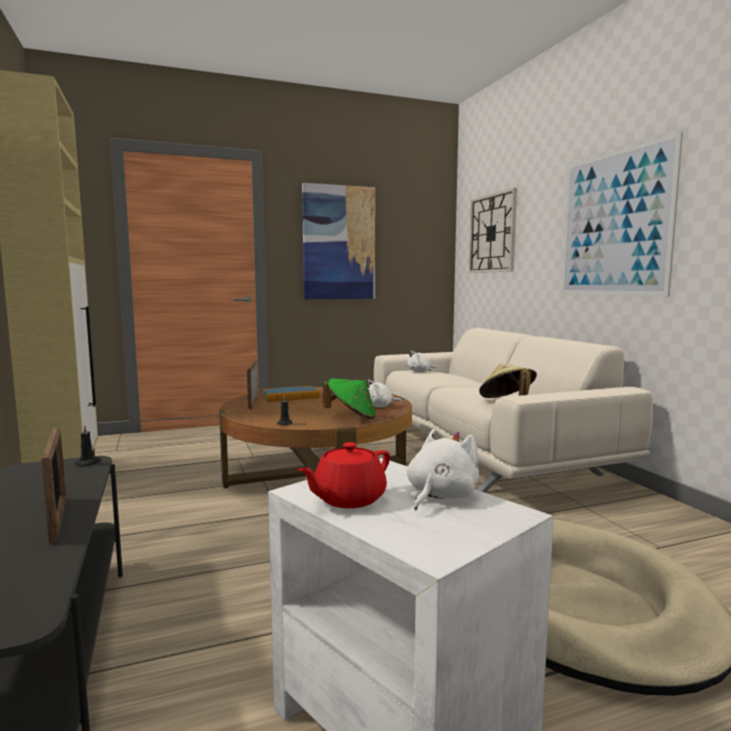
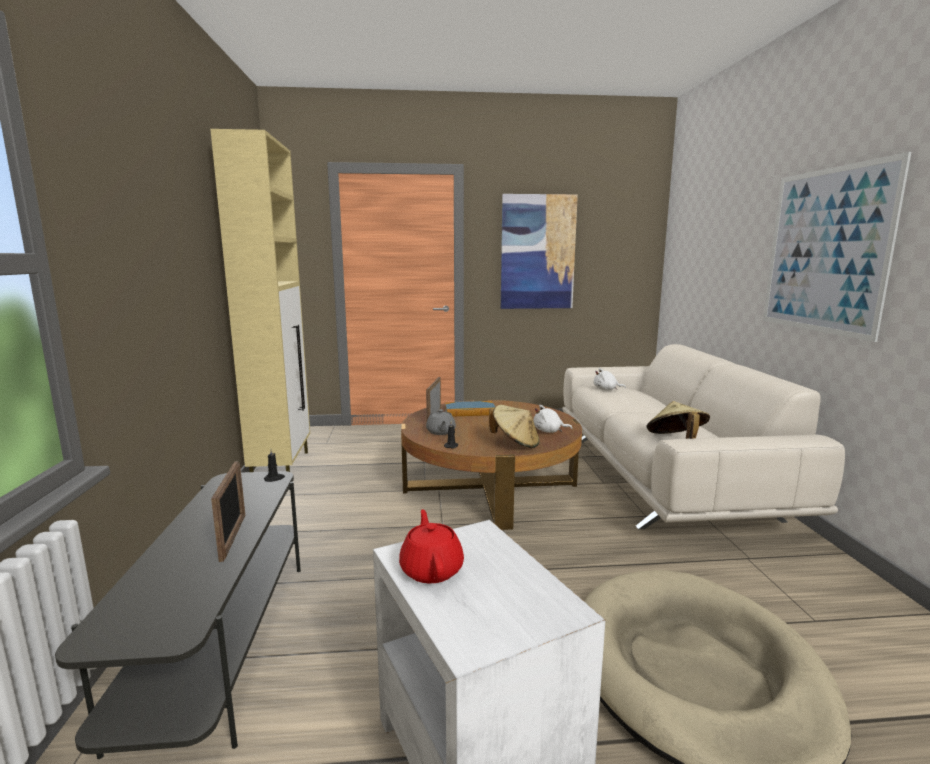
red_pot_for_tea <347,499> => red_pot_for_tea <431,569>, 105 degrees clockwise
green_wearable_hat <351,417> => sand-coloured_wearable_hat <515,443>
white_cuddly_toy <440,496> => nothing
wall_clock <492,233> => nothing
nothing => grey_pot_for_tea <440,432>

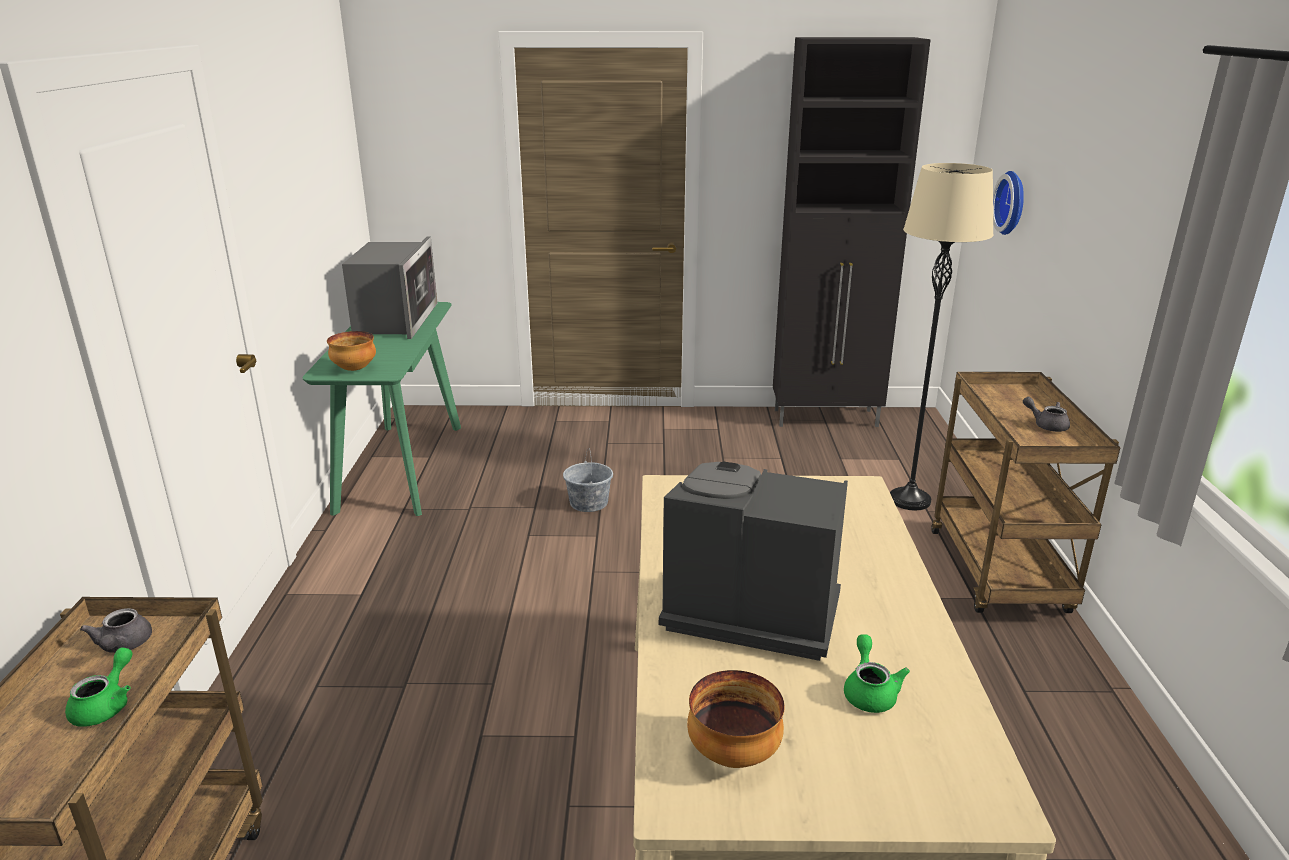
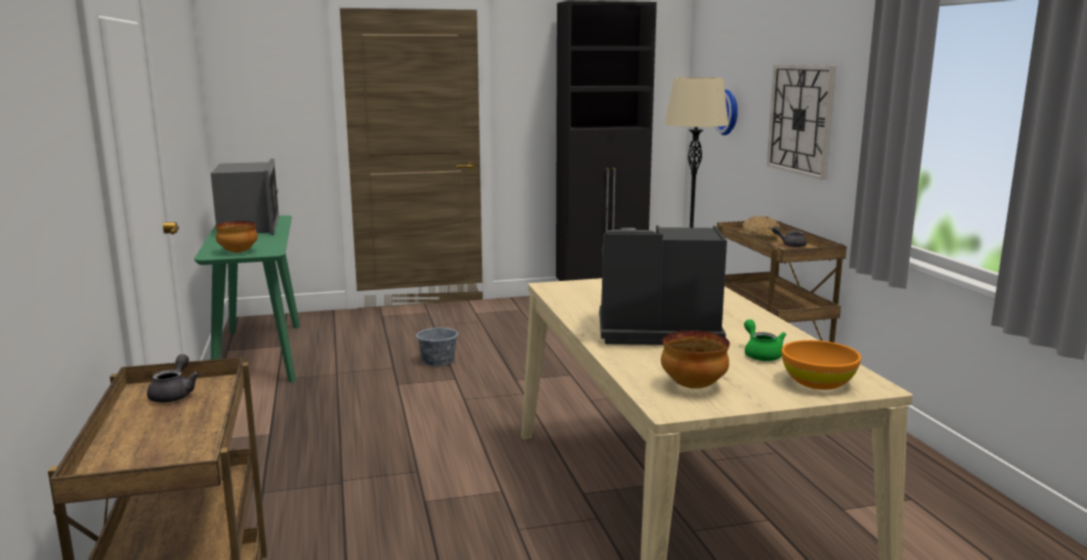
green_pot_for_tea <106,705> => nothing
grey_pot_for_tea <123,646> => grey_pot_for_tea <174,394>, 150 degrees counterclockwise
nothing => bread <761,237>
nothing => wall_clock <800,119>
nothing => orangey_deep_dish <818,382>

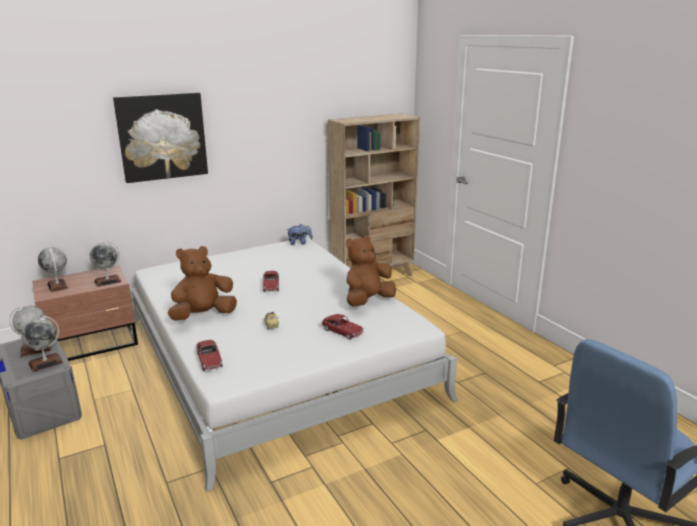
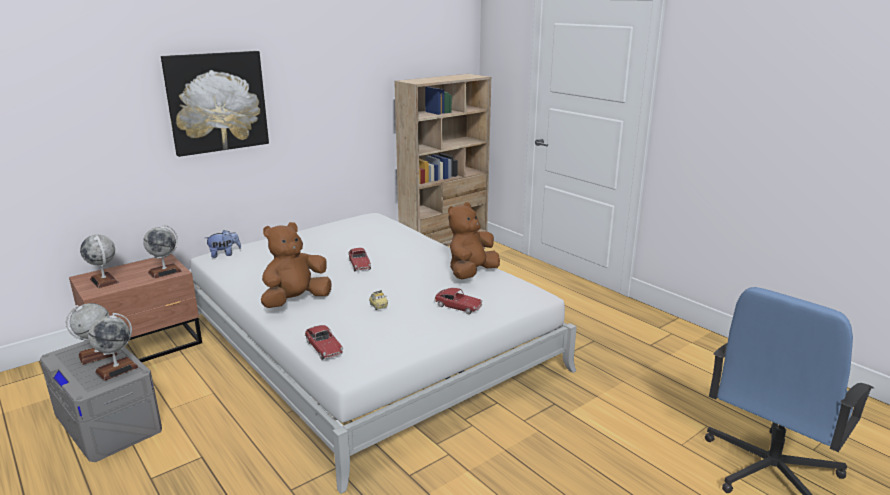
cuddly_toy <299,243> => cuddly_toy <224,254>, relocated

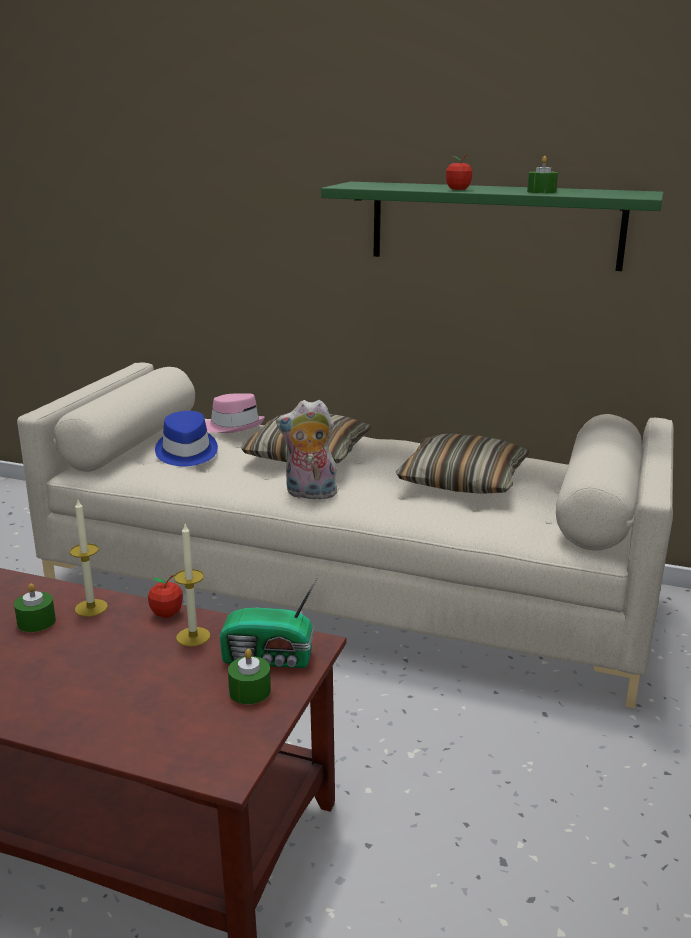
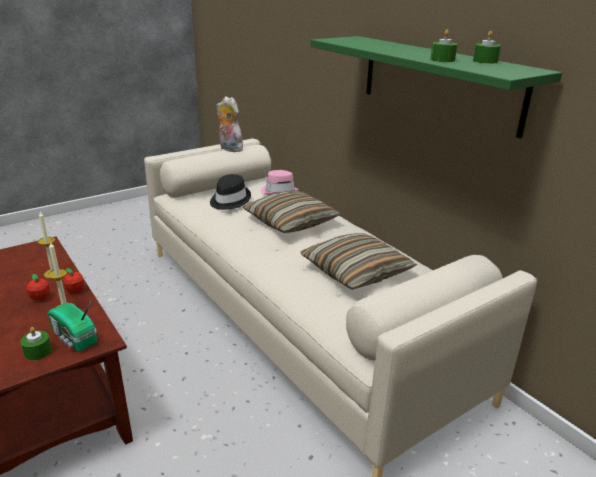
green_wax_light <36,622> => green_wax_light <485,61>, relocated
bluish_wearable_hat <186,452> => black_wearable_hat <229,200>
cuddly_toy <309,494> => cuddly_toy <229,149>, relocated
whole_apple <458,189> => whole_apple <40,298>, relocated

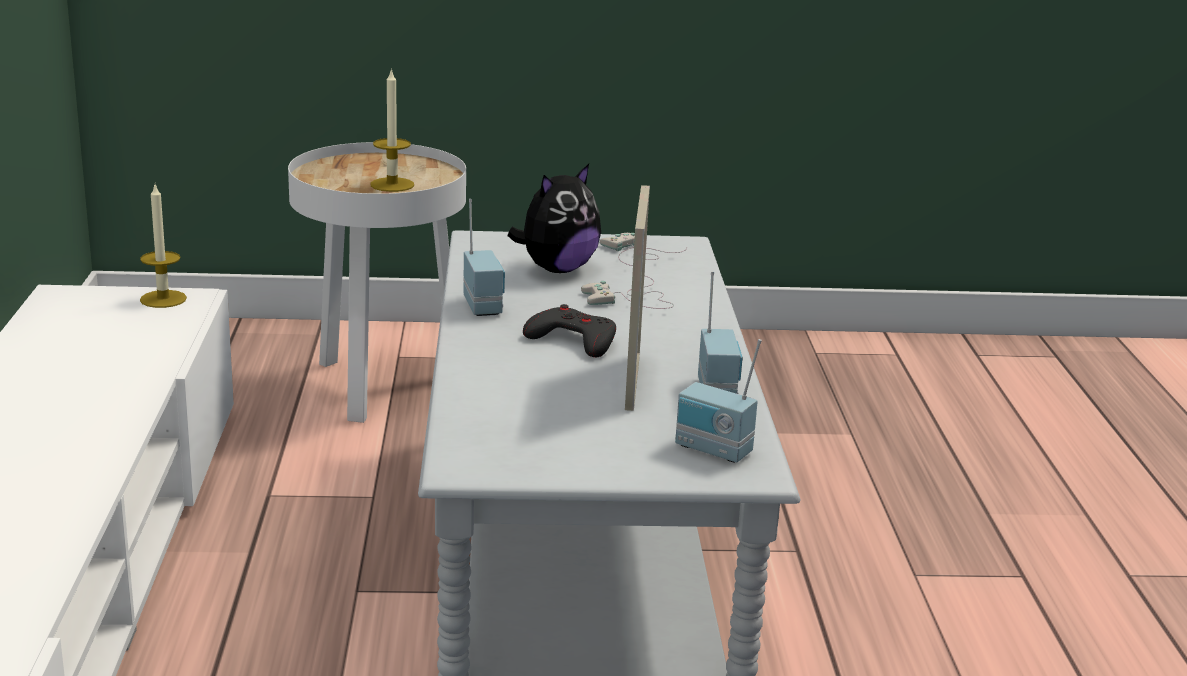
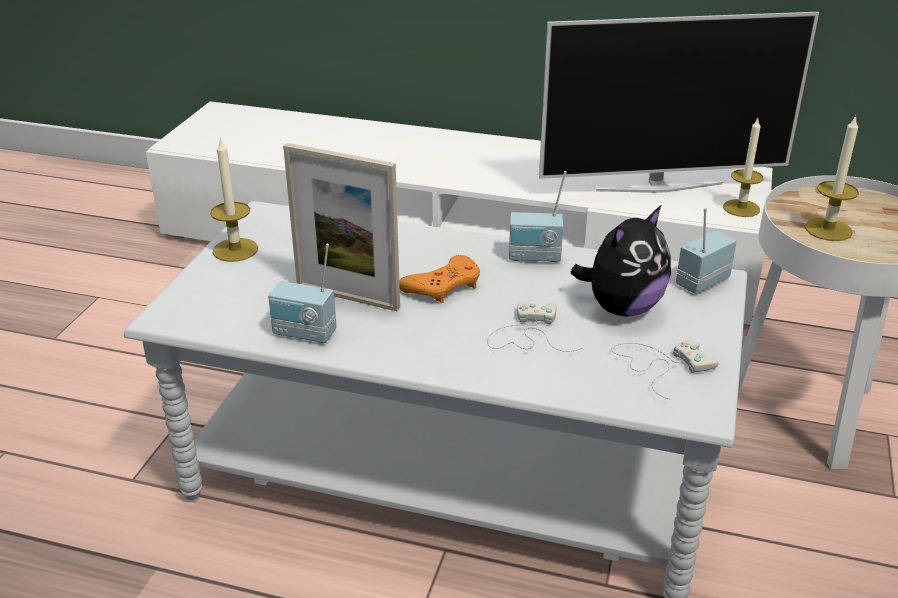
cuddly_toy <557,269> => cuddly_toy <622,308>, 105 degrees counterclockwise
grey_joypad <573,340> => orangey_joypad <443,286>
radio_set <712,451> => radio_set <700,281>, relocated
nothing => wax_light <235,250>
nothing => television <658,186>

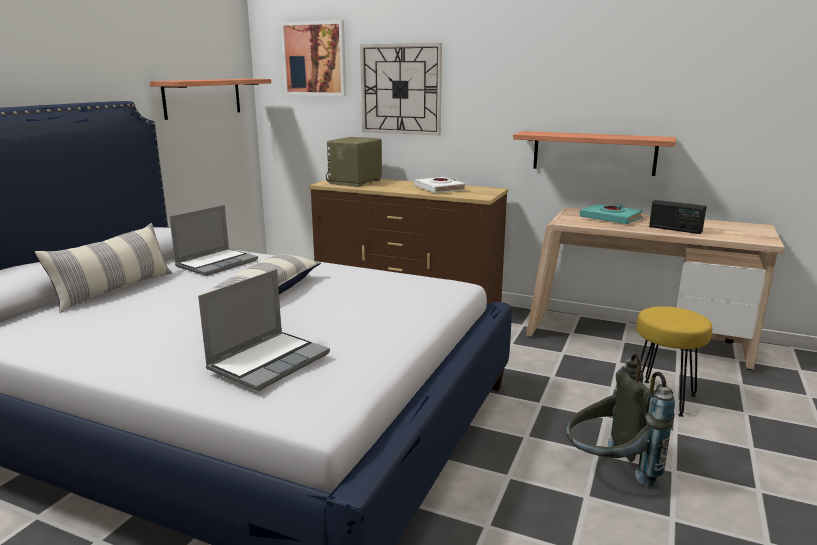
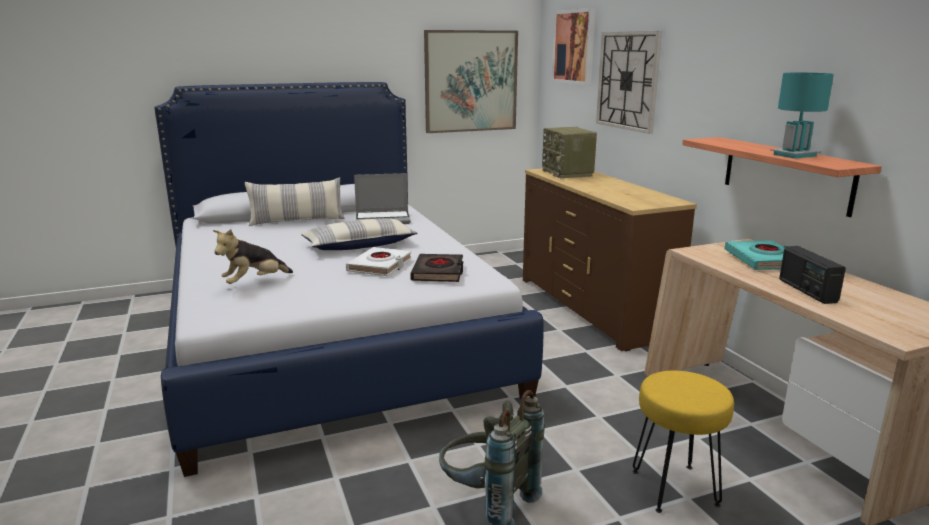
bracket_shelf <203,97> => wall_picture <471,81>
portable_computer <269,361> => cuddly_toy <254,282>
radio_set <355,182> => radio_set <568,173>, 90 degrees counterclockwise
white_volume <439,189> => white_volume <380,266>, relocated
nothing => black_volume <438,272>
nothing => turquoise_lamp_for_a_table <794,155>

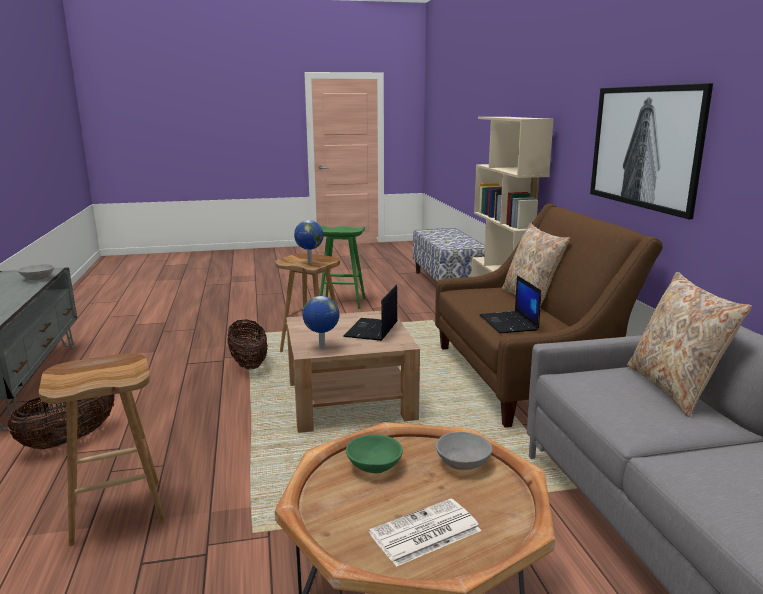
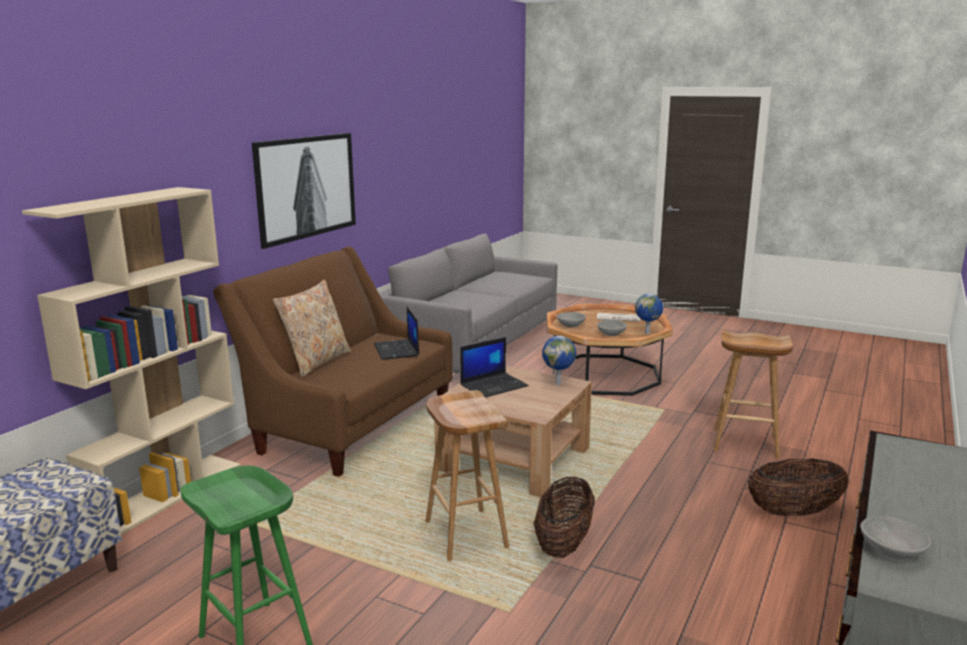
desk_globe <309,262> => desk_globe <648,333>, relocated
green_deep_dish <374,466> => grey_deep_dish <611,334>
portable_computer <509,323> => portable_computer <397,350>, 135 degrees clockwise
sand-coloured_pillow <674,388> => nothing

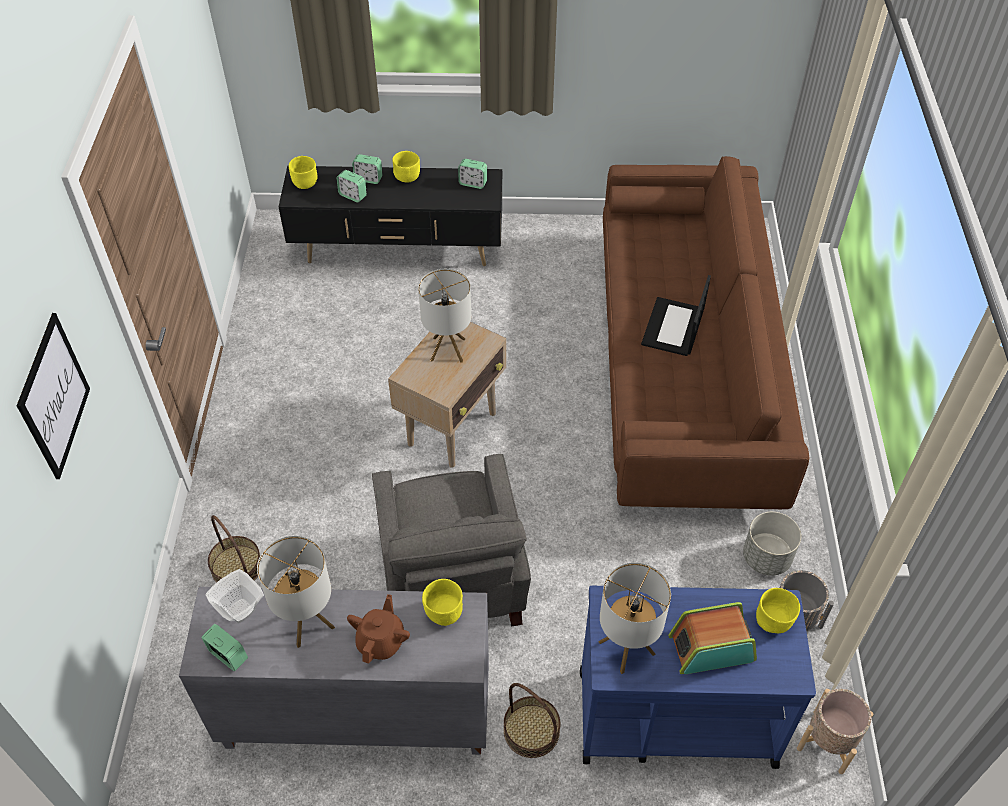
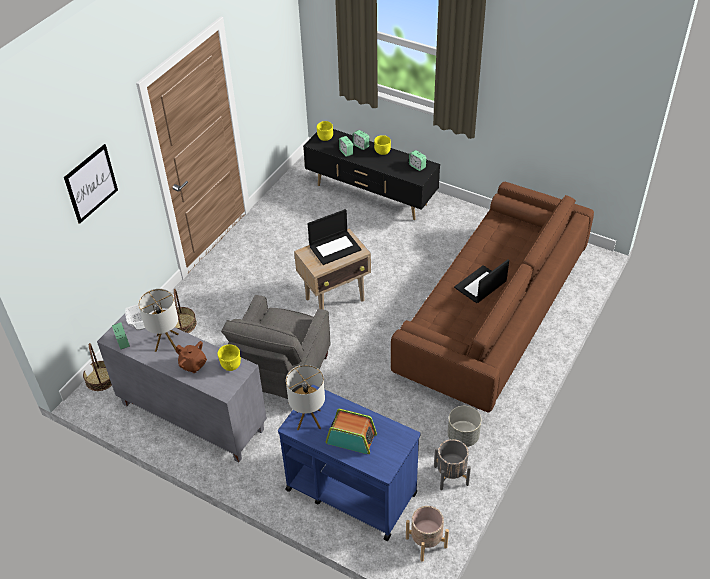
brown-coloured_pot_for_tea <381,641> => brown-coloured_pot_for_tea <193,365>, 75 degrees clockwise
lamp_for_a_table <448,349> => portable_computer <335,247>
basket <531,730> => basket <100,379>, relocated
yellow_deep_dish <774,622> => nothing

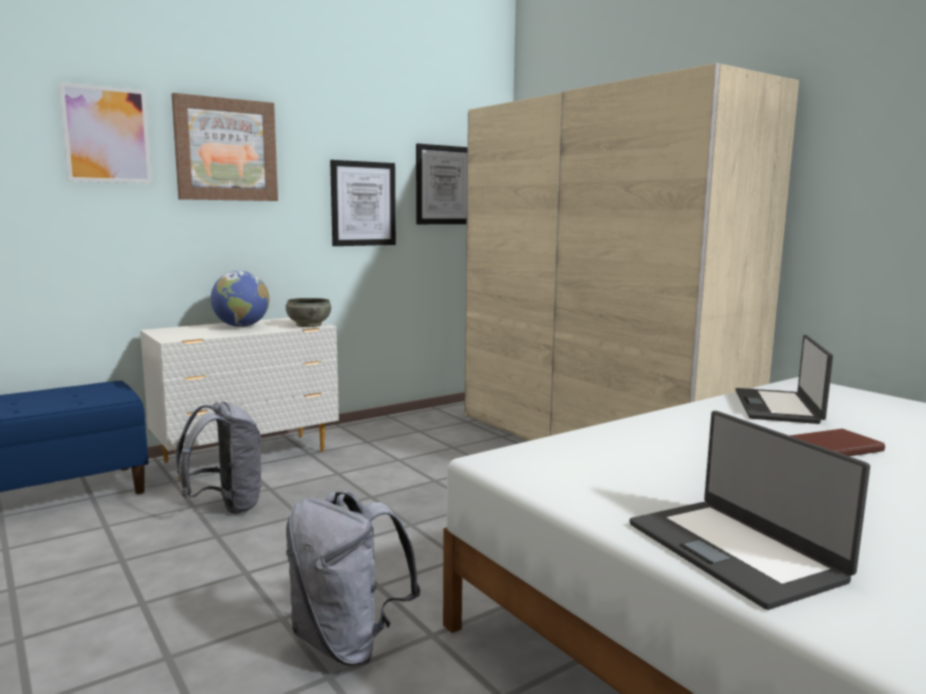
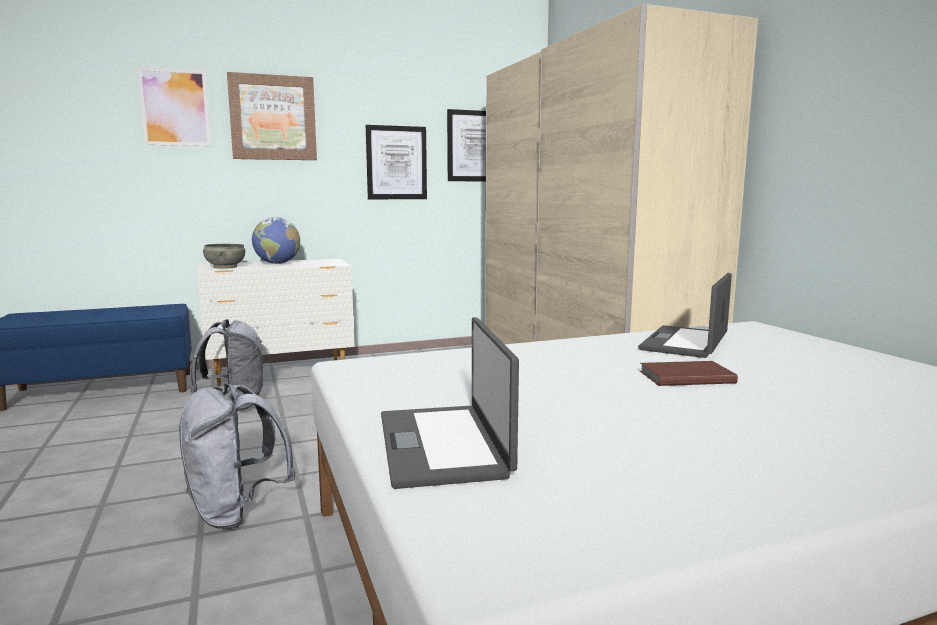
grey_deep_dish <308,325> => grey_deep_dish <225,267>, relocated

